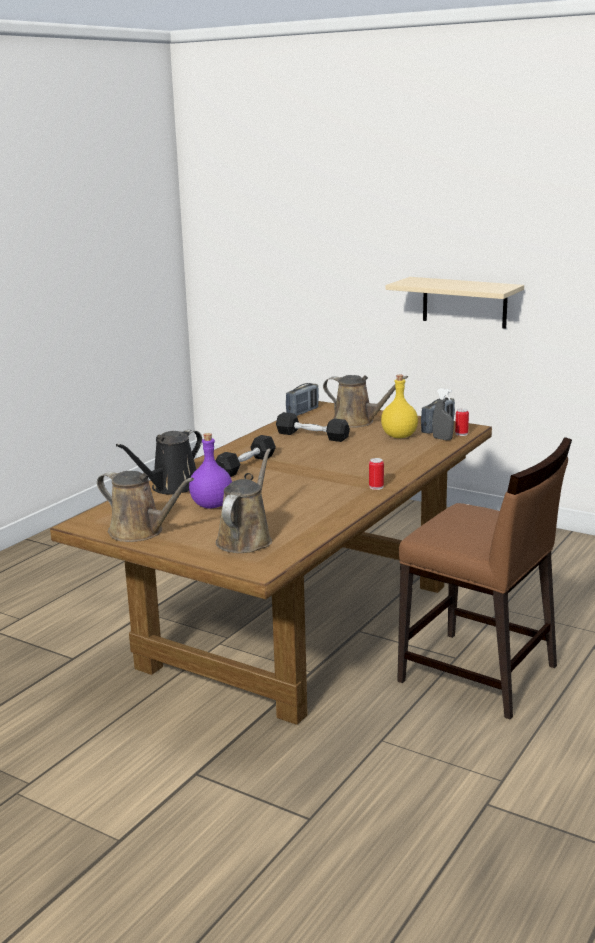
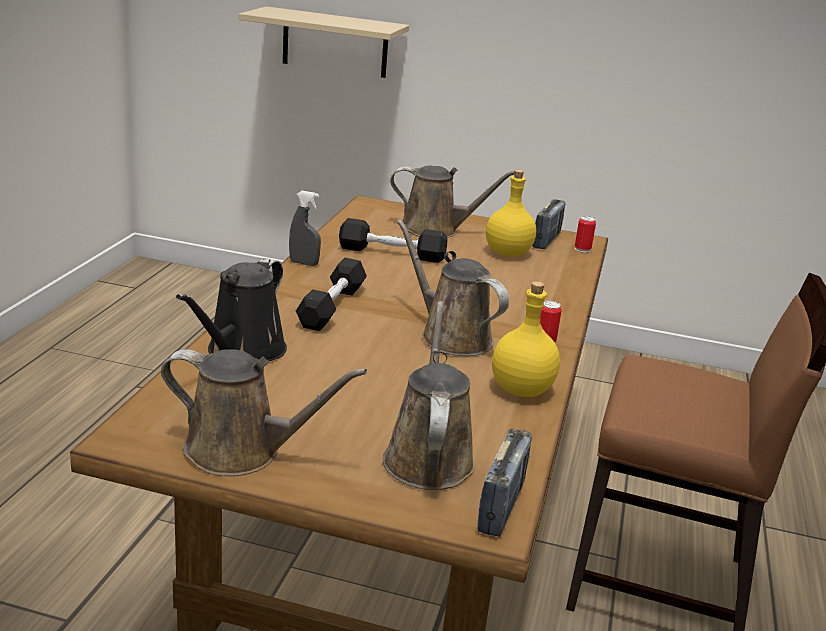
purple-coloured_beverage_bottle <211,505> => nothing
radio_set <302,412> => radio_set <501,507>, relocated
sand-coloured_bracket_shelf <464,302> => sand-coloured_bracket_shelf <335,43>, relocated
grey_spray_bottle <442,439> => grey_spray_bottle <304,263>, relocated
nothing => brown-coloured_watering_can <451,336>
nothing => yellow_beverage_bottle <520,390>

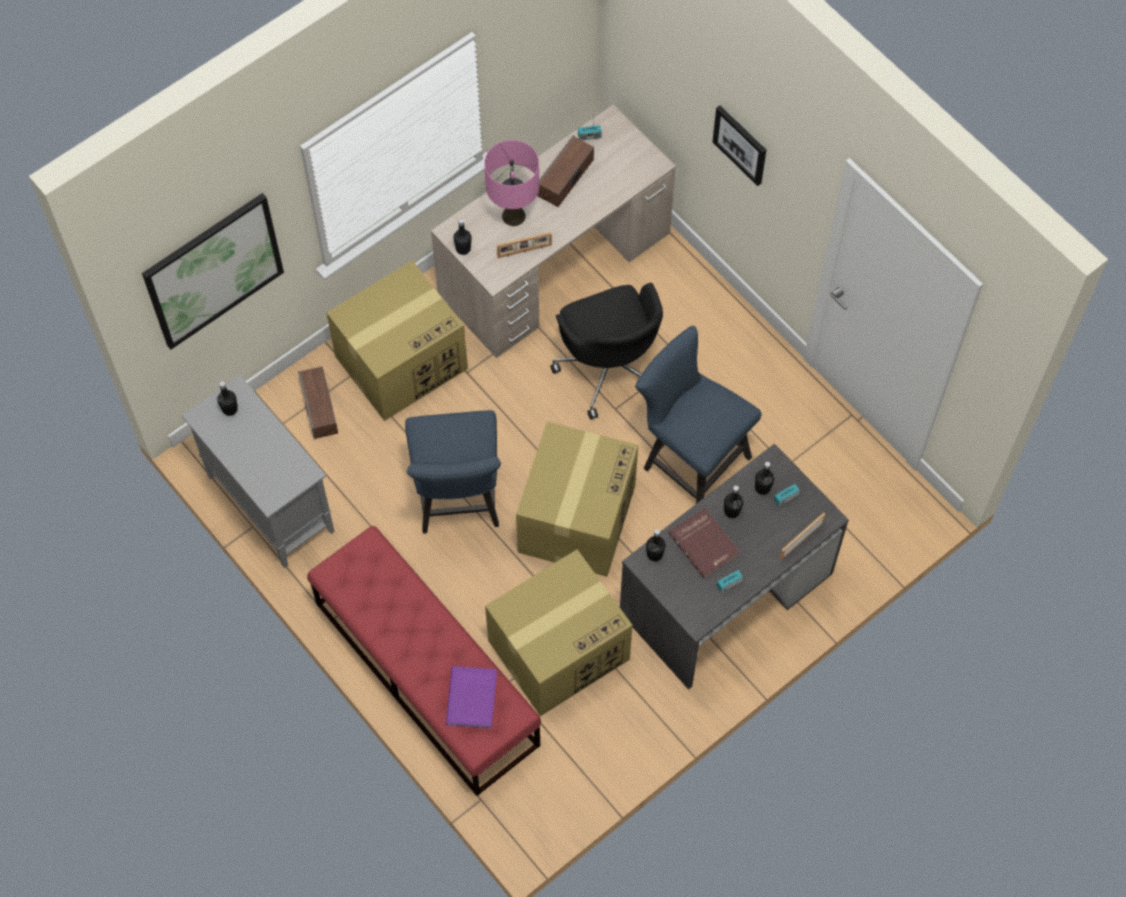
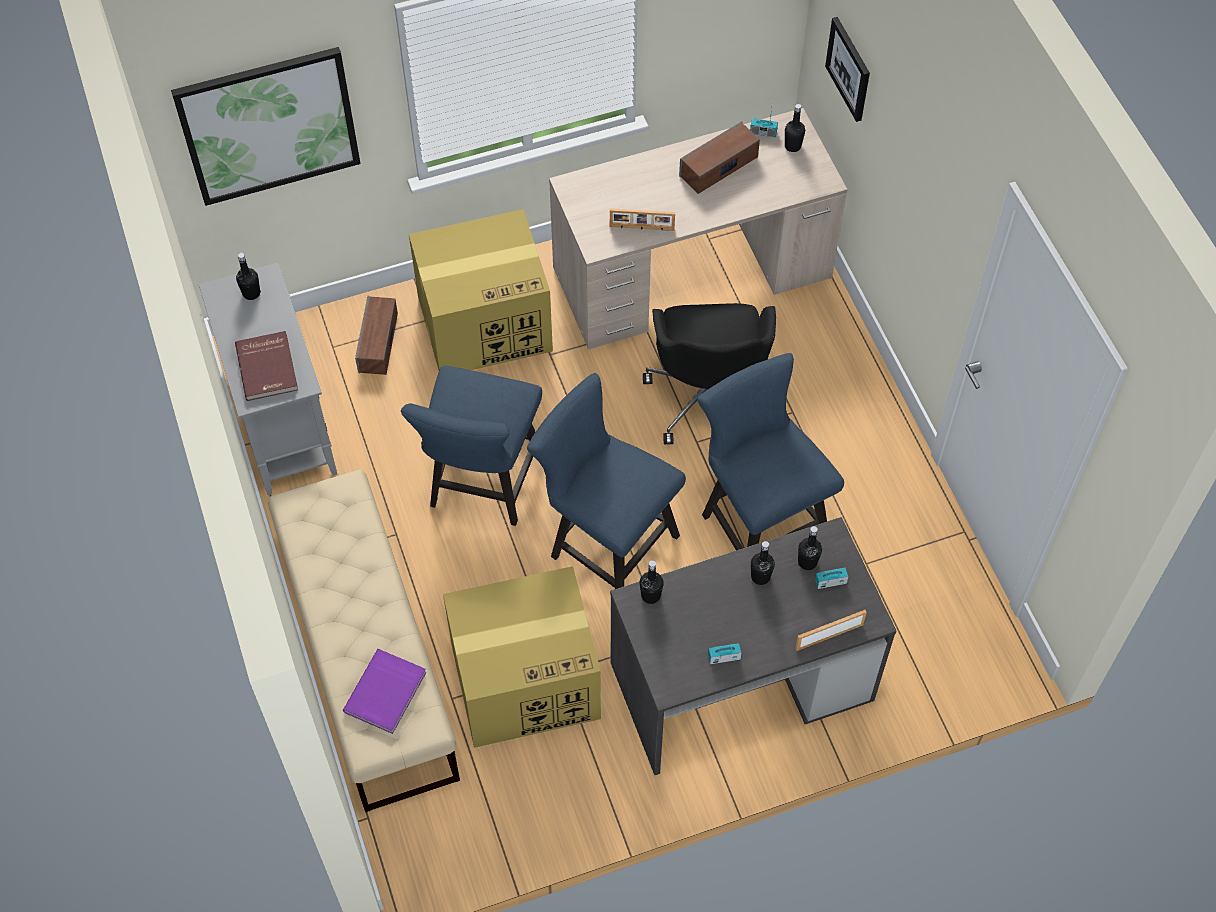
red_indoor_bench <426,673> => sand-coloured_indoor_bench <368,657>
black_beverage_bottle <463,249> => black_beverage_bottle <792,146>, relocated
pink_lamp_for_a_table <513,216> => nothing
packing_box <577,517> => bluish_plain_chair <606,543>
red_volume <705,543> => red_volume <268,367>, relocated
wall_picture <740,144> => wall_picture <849,68>, relocated

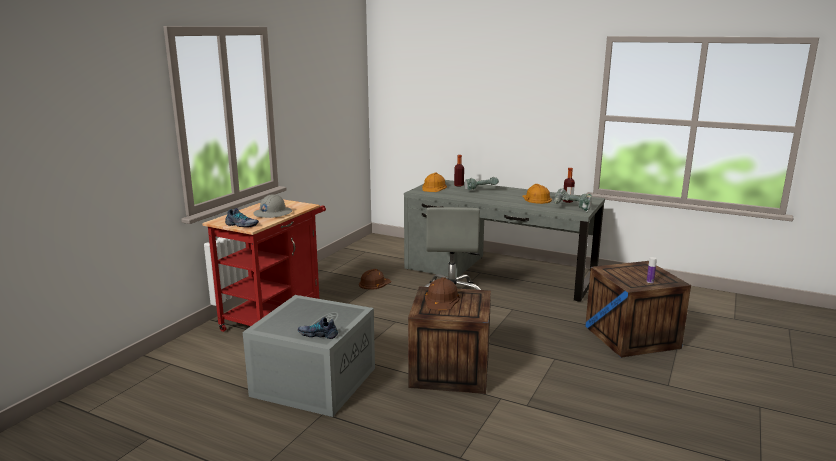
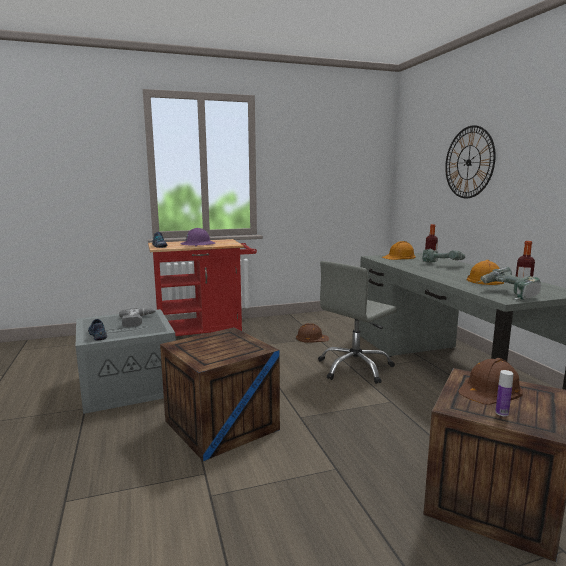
grey_work_helmet <272,213> => purple-coloured_work_helmet <197,244>
brown-coloured_work_helmet <442,300> => brown-coloured_work_helmet <490,389>, relocated
nothing => drill <138,320>
nothing => wall_clock <468,162>

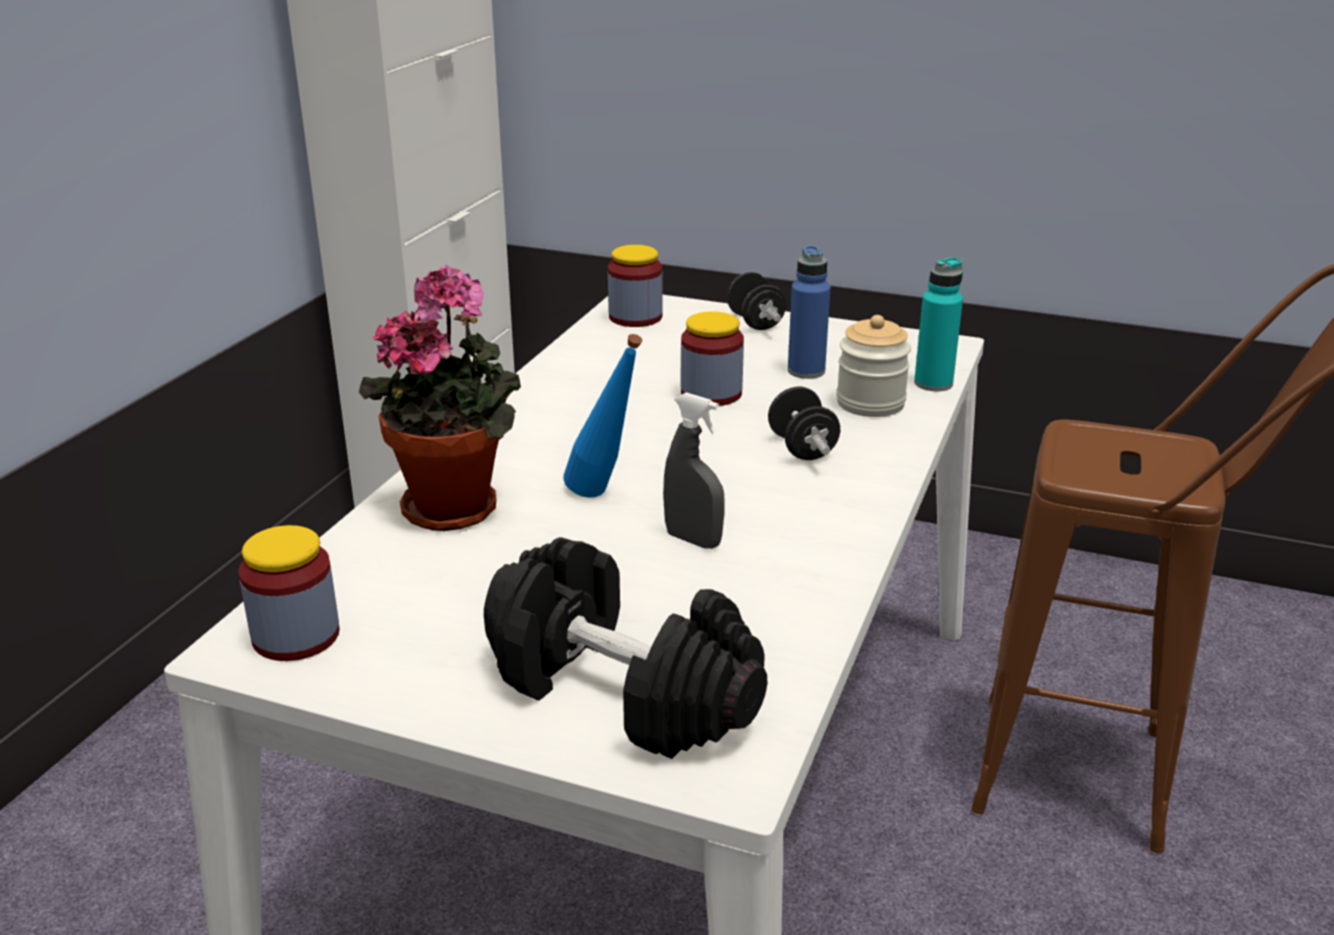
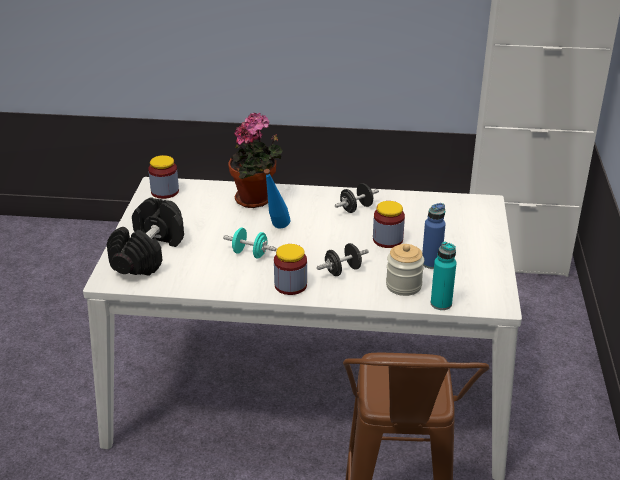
storage_jar <635,317> => storage_jar <290,285>, relocated
grey_spray_bottle <693,540> => turquoise_hand_weight <250,254>
black_hand_weight <755,322> => black_hand_weight <356,208>, relocated

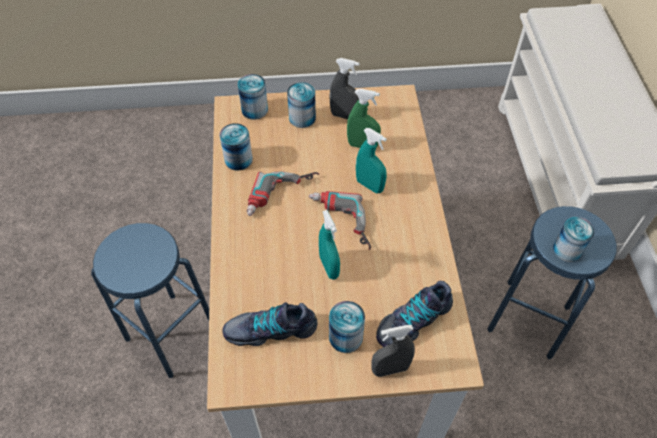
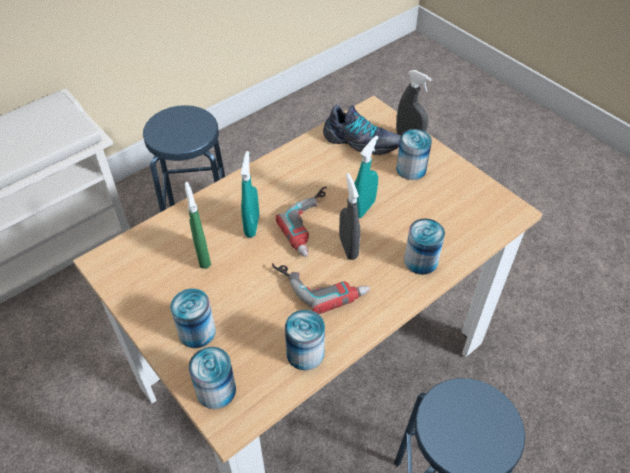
item_of_footwear <270,328> => nothing
grey_spray_bottle <344,116> => grey_spray_bottle <348,248>, relocated
can <567,249> => can <420,261>, relocated

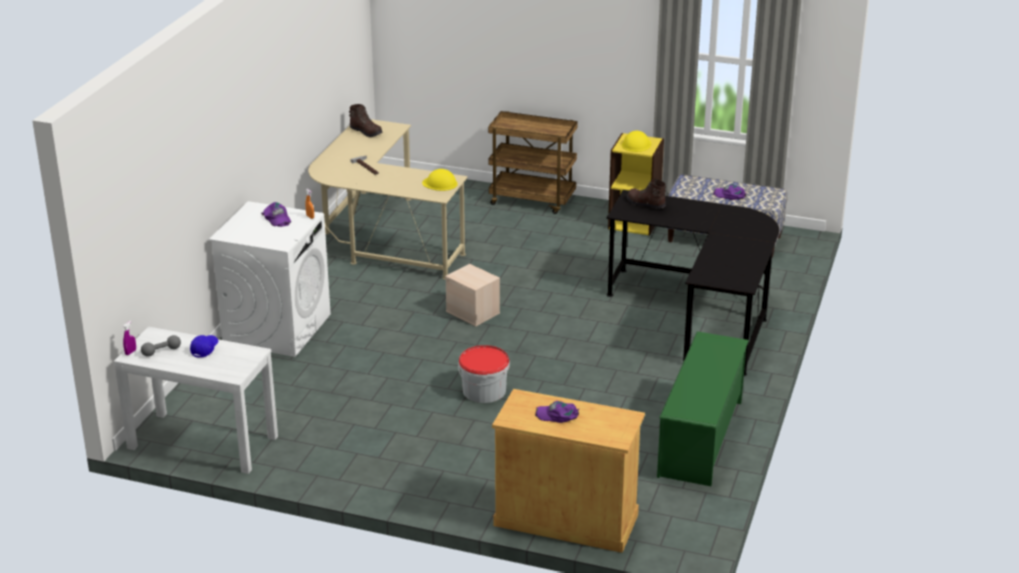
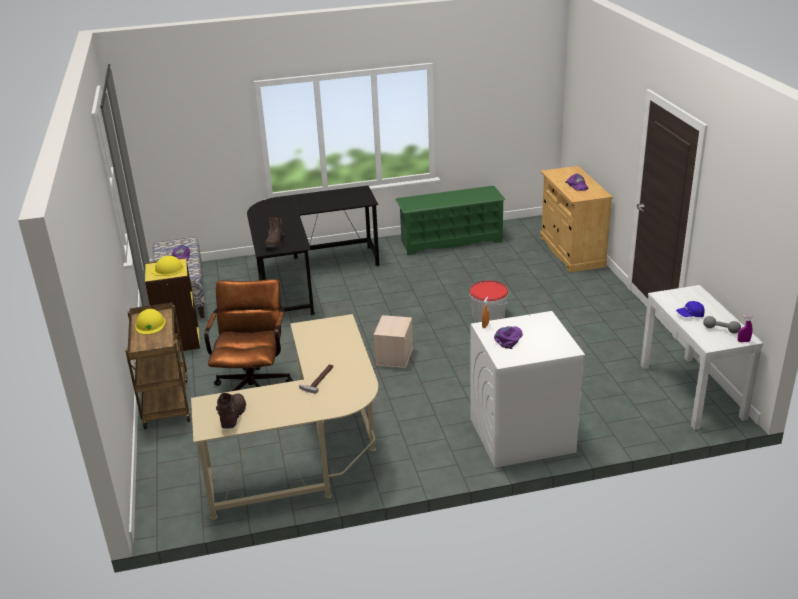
yellow_work_helmet <440,183> => yellow_work_helmet <150,324>, relocated
nothing => brown-coloured_office_chair <253,386>

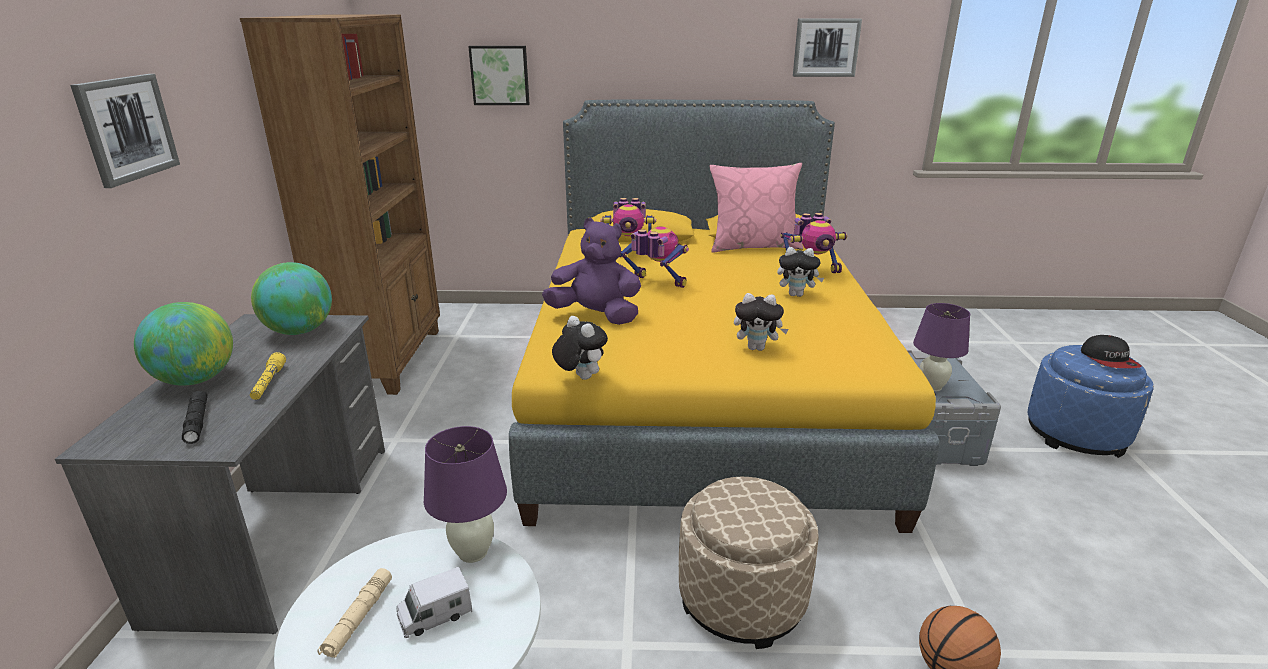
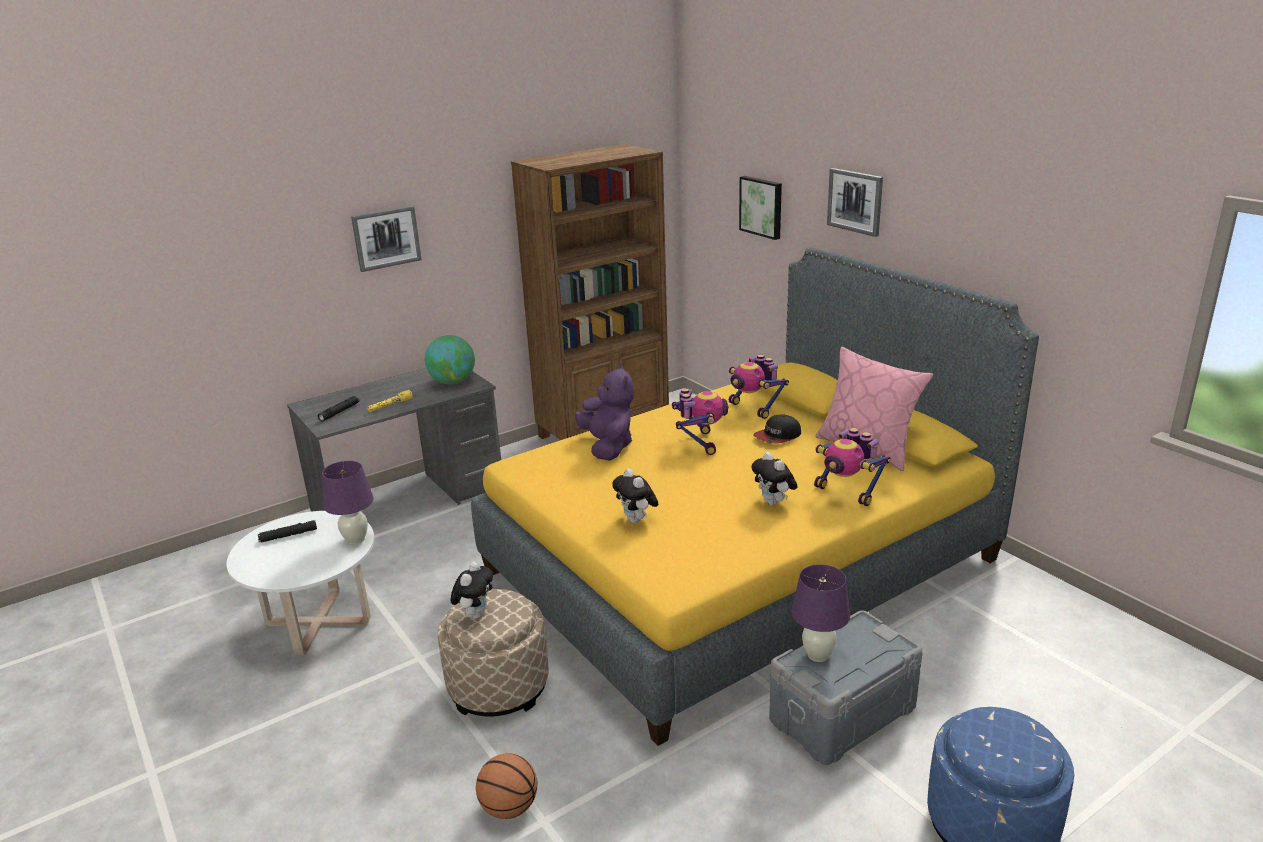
desk_globe <196,380> => nothing
sand-coloured_flashlight <358,618> => black_flashlight <288,535>
toy_truck <435,616> => nothing
cuddly_toy <580,377> => cuddly_toy <475,614>, relocated
wall_picture <826,47> => wall_picture <855,201>, relocated
cap <1109,360> => cap <777,436>, relocated

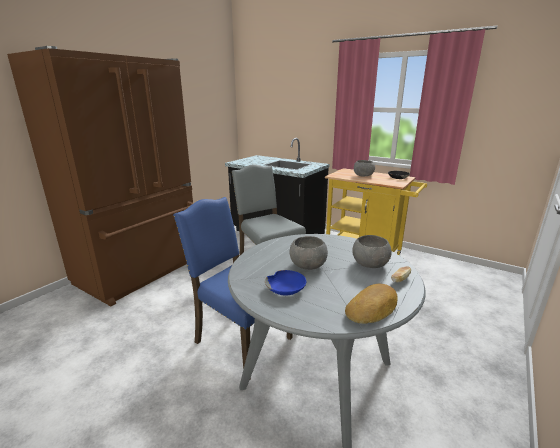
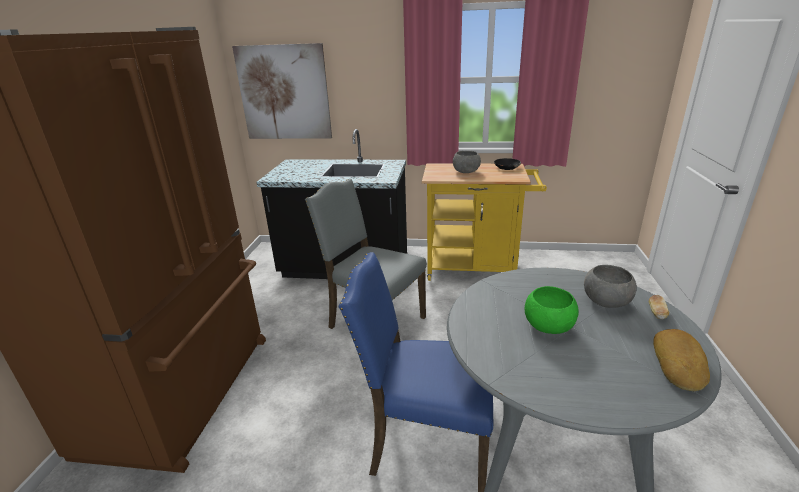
bluish_deep_dish <286,288> => nothing
grey_deep_dish <308,265> => green_deep_dish <548,326>
nothing => wall_picture <284,93>

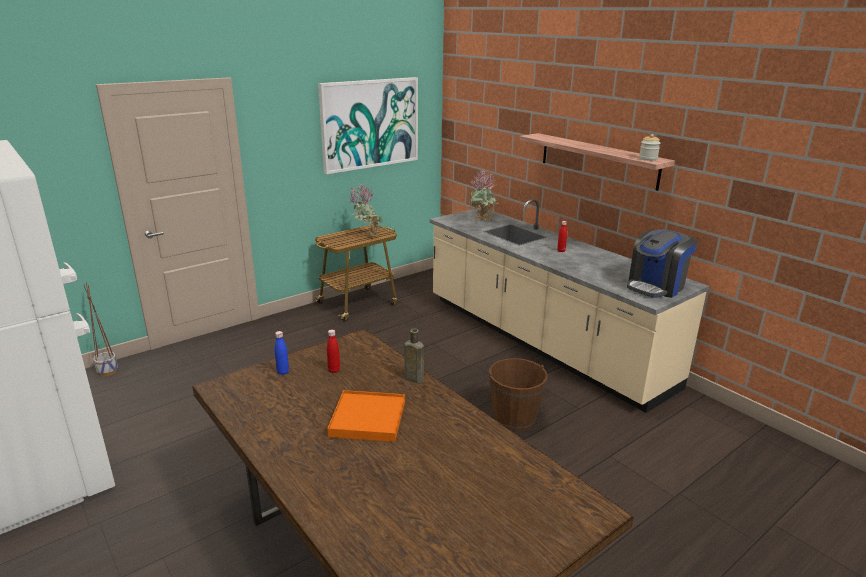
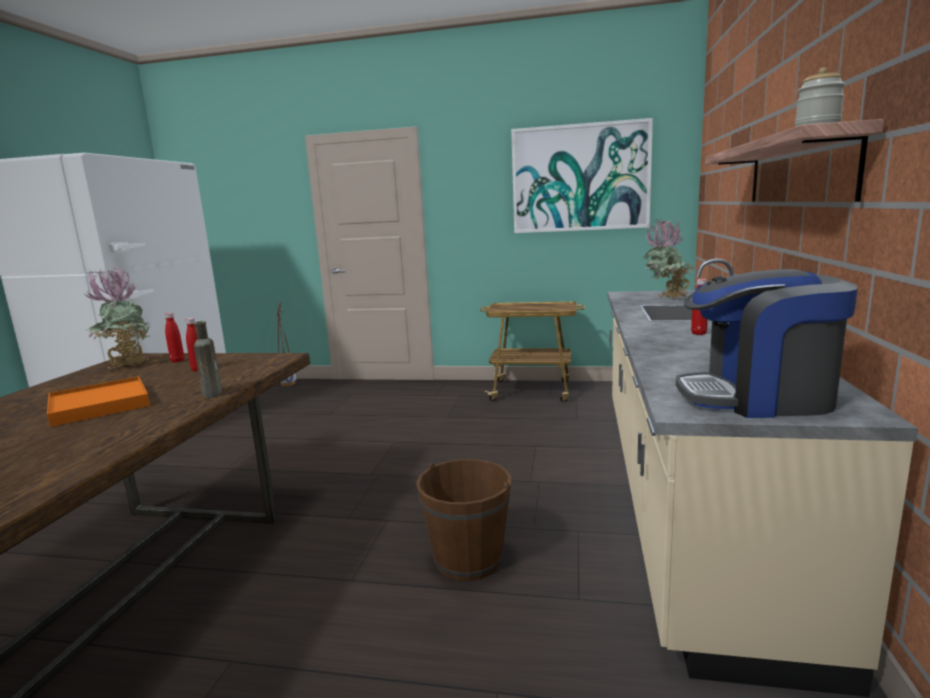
bluish_beverage_bottle <283,372> => red_beverage_bottle <177,361>
plant_in_a_pot <366,236> => plant_in_a_pot <127,364>, relocated

